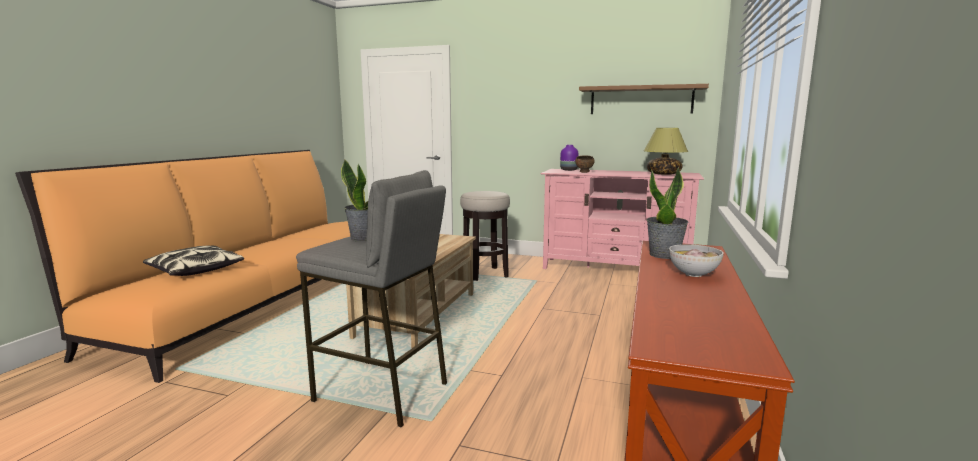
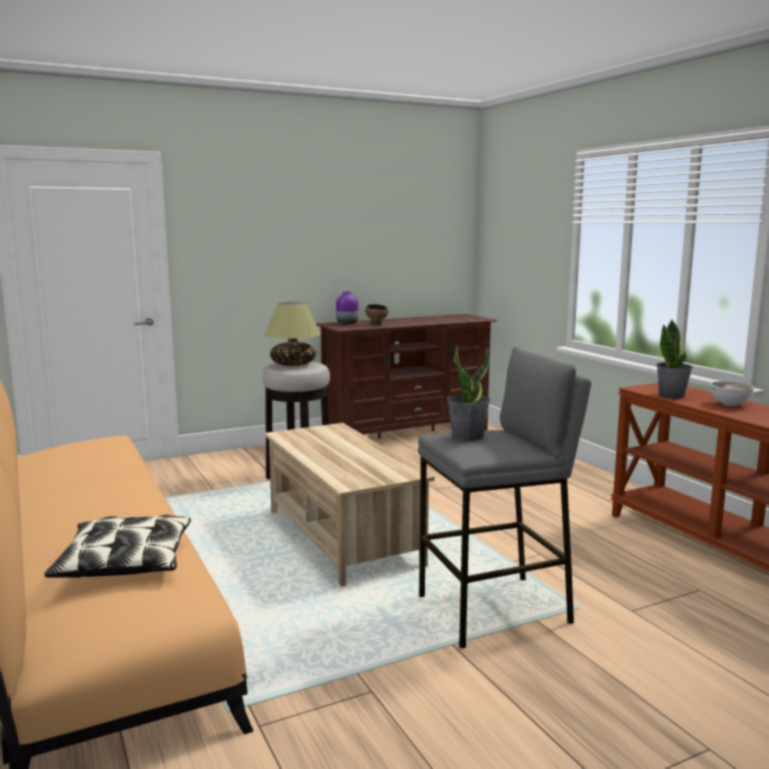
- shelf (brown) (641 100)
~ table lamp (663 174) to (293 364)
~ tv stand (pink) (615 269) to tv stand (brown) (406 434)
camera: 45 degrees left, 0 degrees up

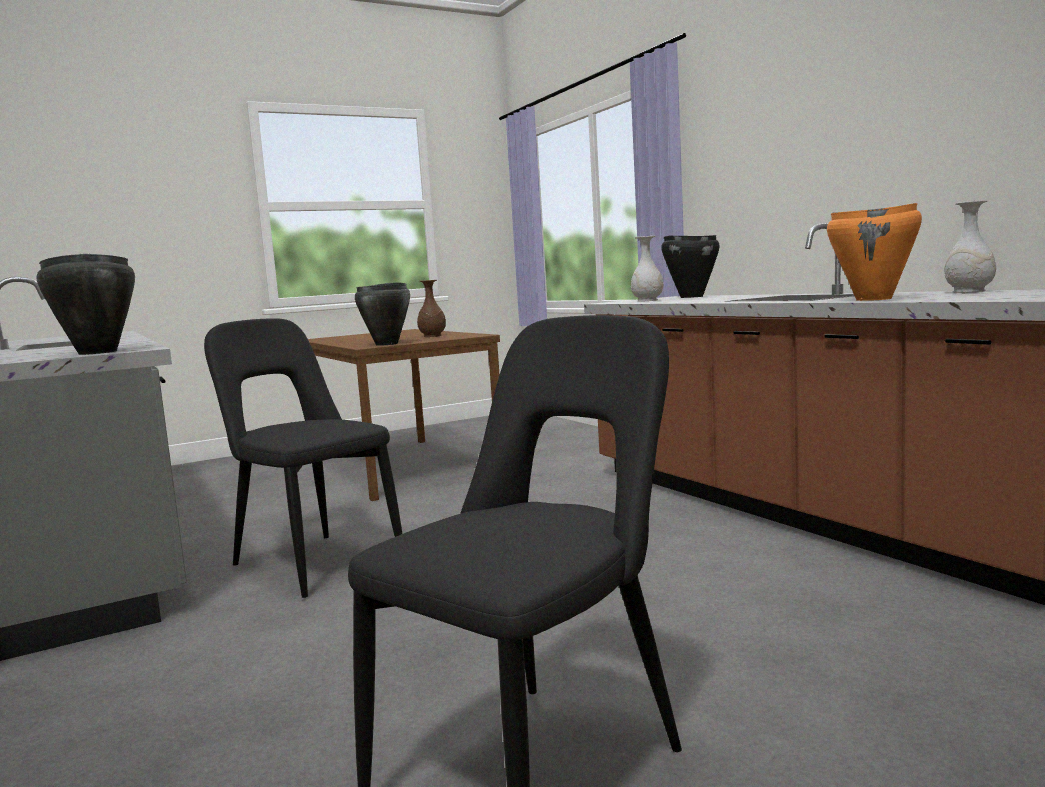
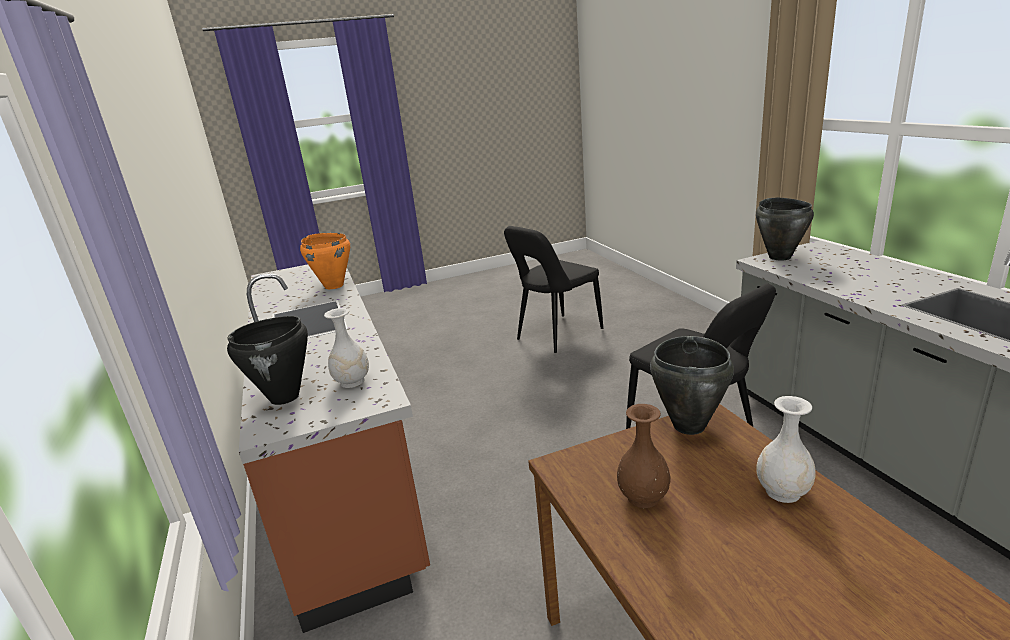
~ vase (white) (969 291) to (783 491)
camera: 170 degrees left, 15 degrees up

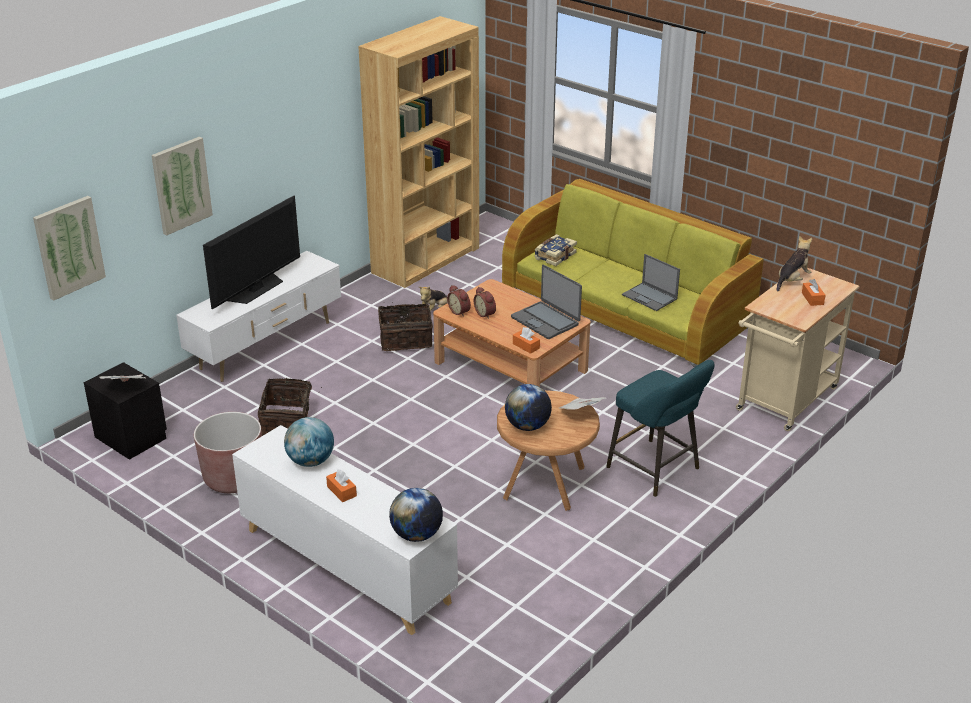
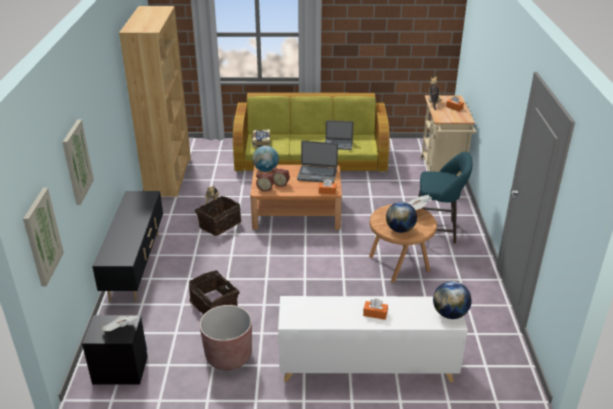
- television (256 289)
~ tv stand (white) (267 346) to tv stand (black) (136 266)
~ globe (310 461) to (266 170)
camera: 40 degrees left, 0 degrees up

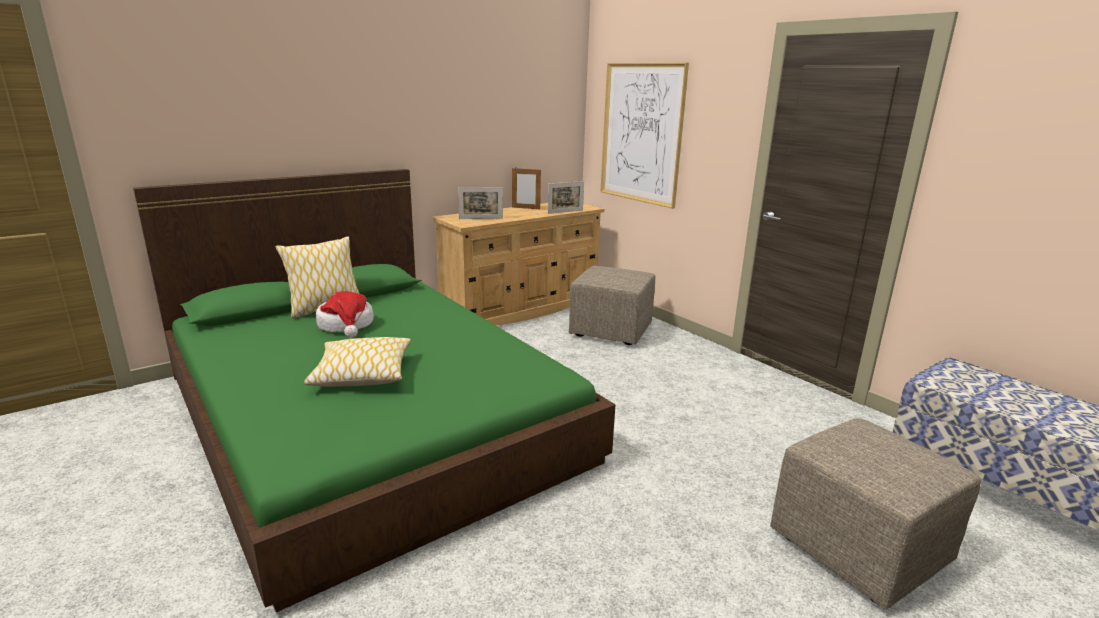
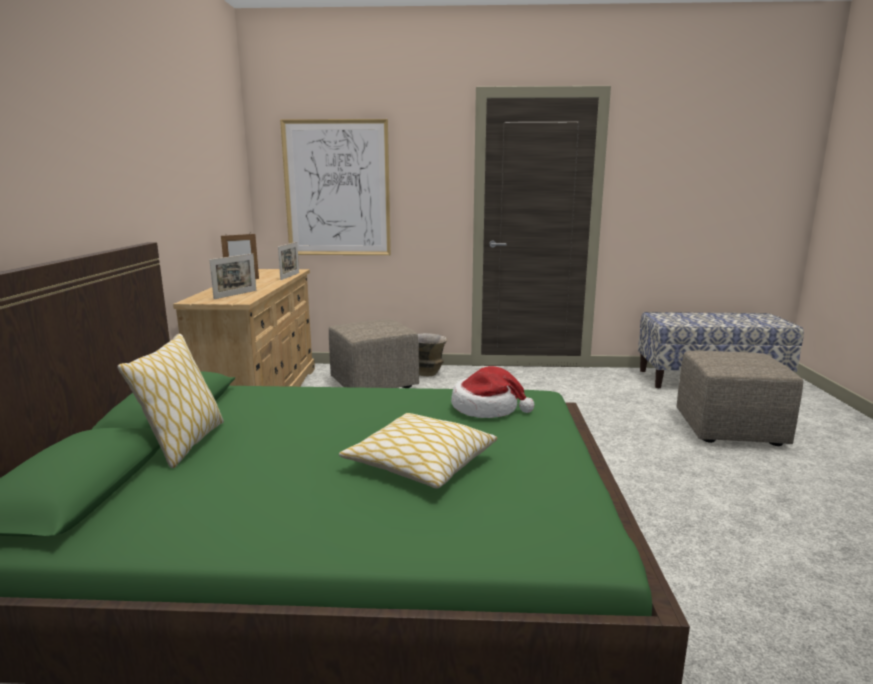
~ hat (346 325) to (487 408)
+ vase (427 373)
camera: 50 degrees left, 5 degrees down

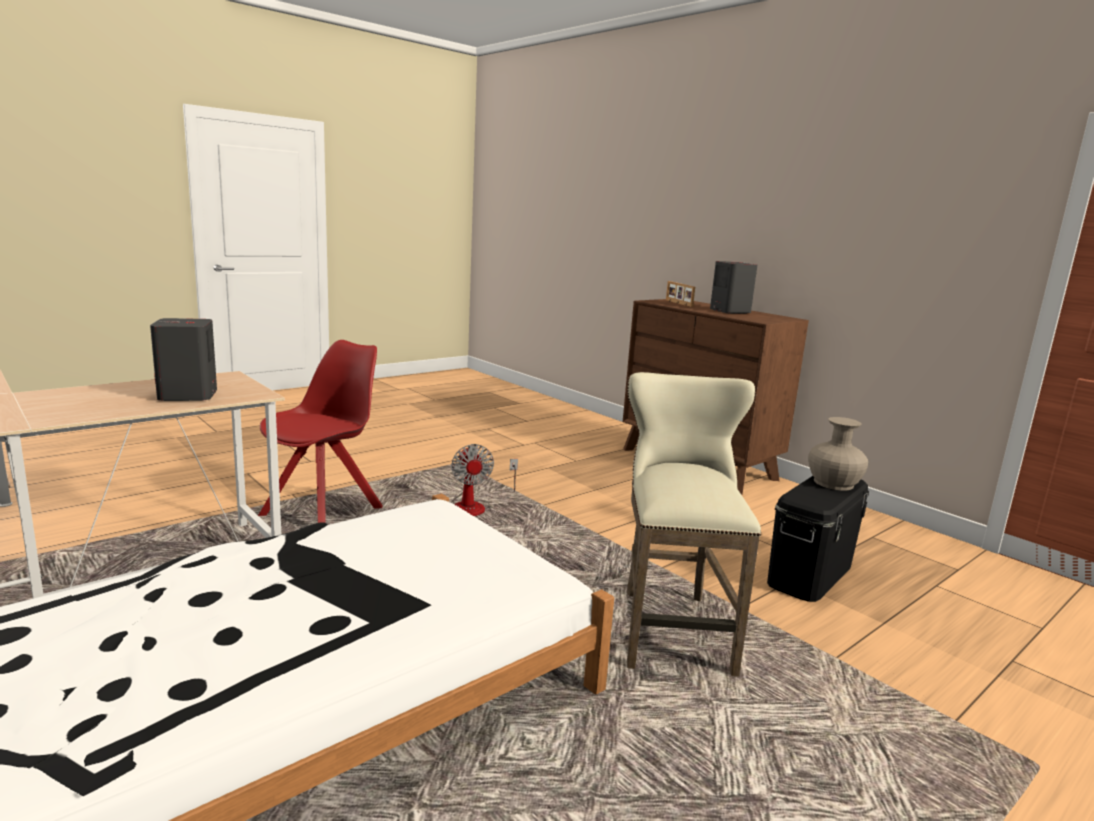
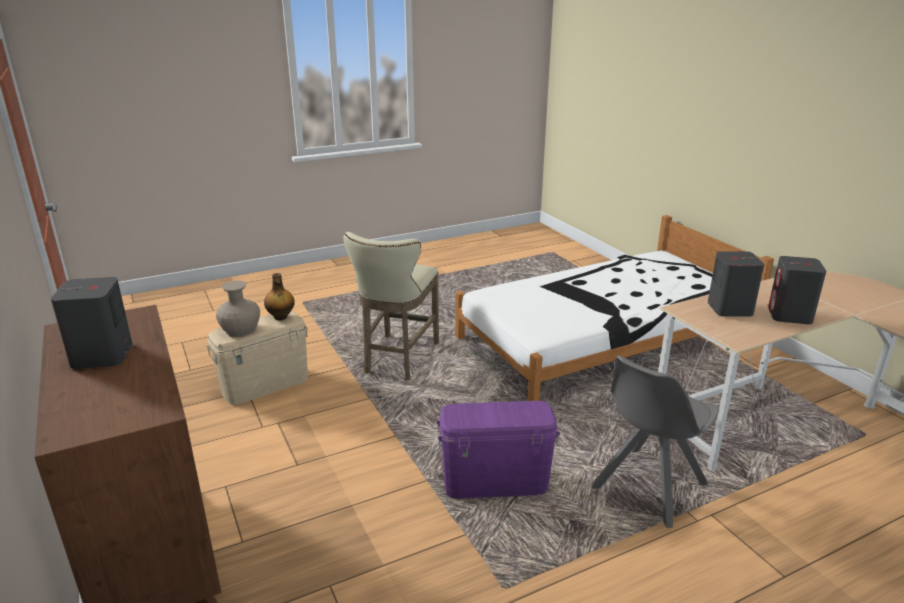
- picture frame (678 303)
~ chair (red) (325 510) to chair (grey) (647 487)
~ fan (476 506) to storage box (purple) (495 482)
~ storage box (black) (810 574) to storage box (beige) (265 384)
+ speaker (grey) (789 316)
+ bottle (280 317)
camera: 165 degrees left, 10 degrees up

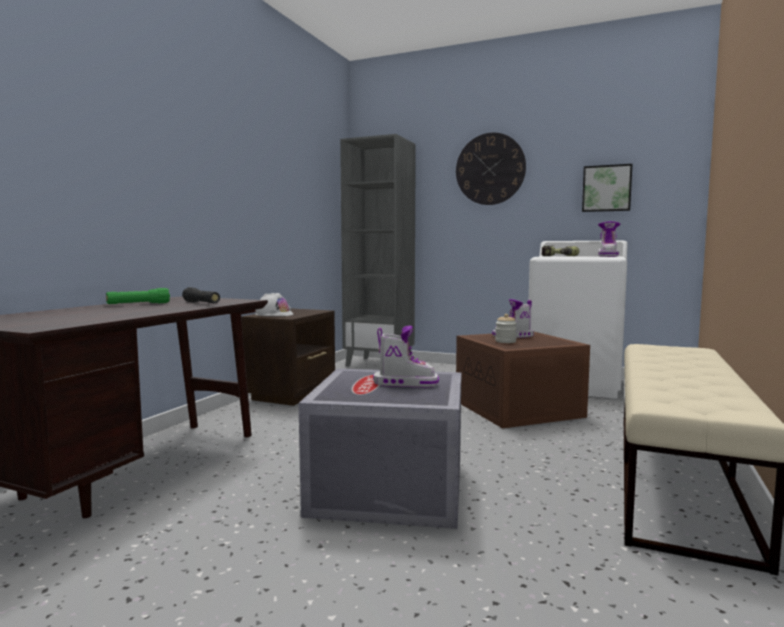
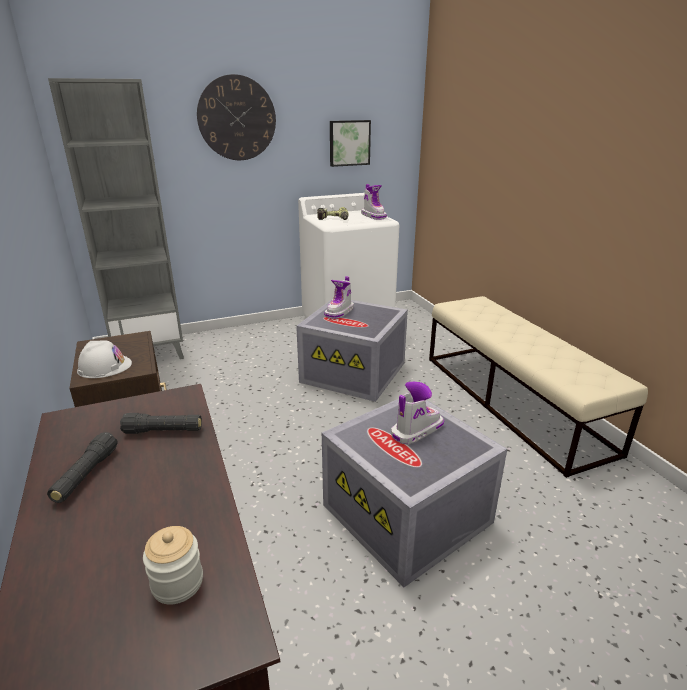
~ flashlight (green) (138 304) to flashlight (black) (86 475)
~ jar (505 341) to (177 583)
~ storage box (brown) (520 409) to storage box (grey) (355 372)
camera: 45 degrees left, 20 degrees up

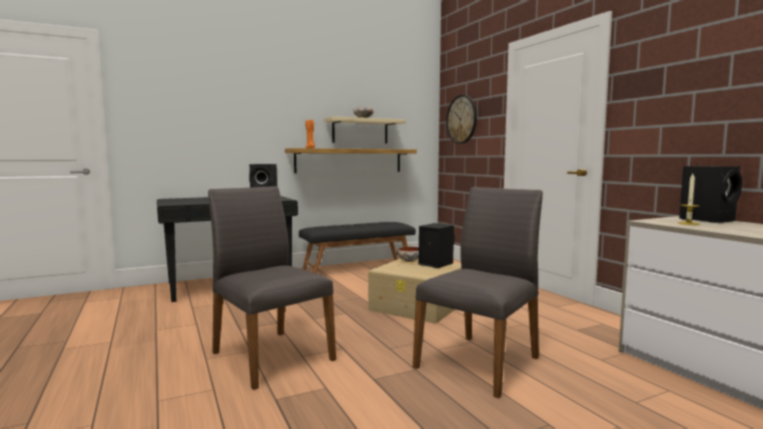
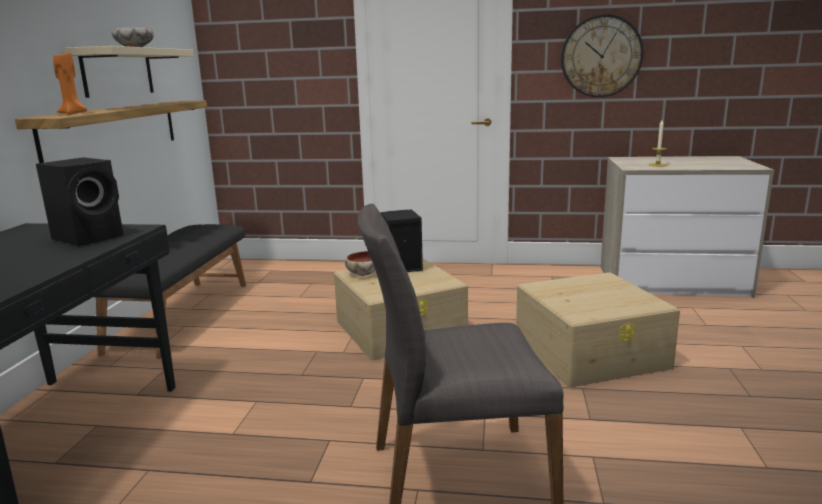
~ wall clock (462 119) to (601 56)
- speaker (black) (708 220)
~ chair (grey) (480 362) to storage box (beige) (591 352)
camera: 55 degrees left, 10 degrees up

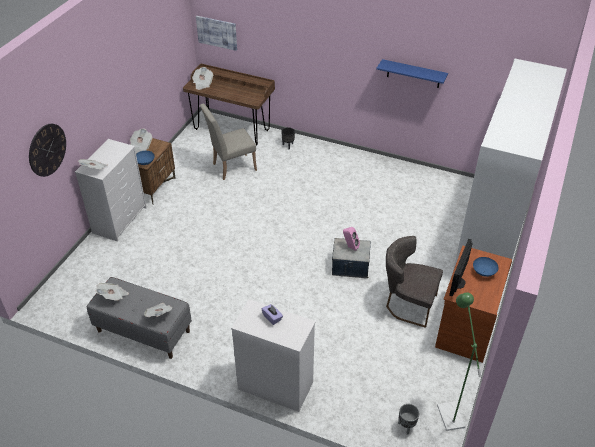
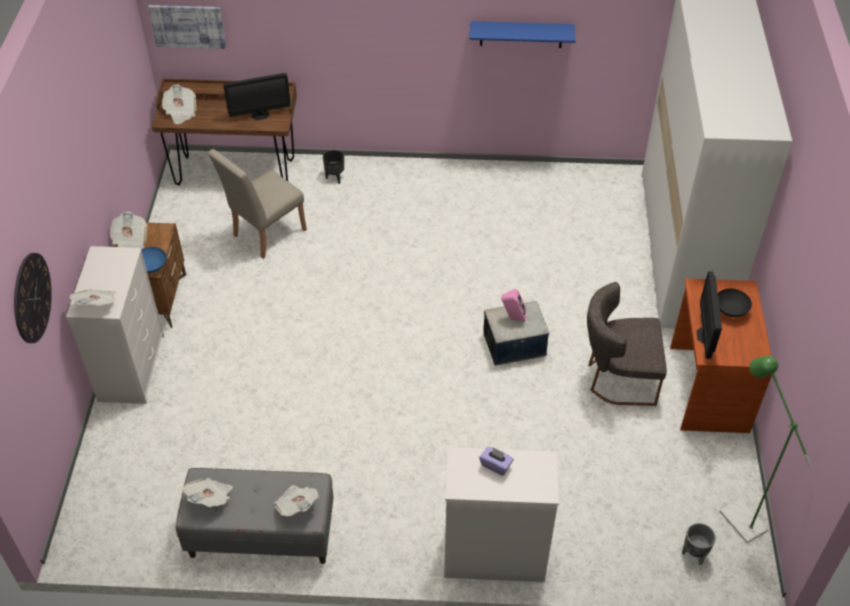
~ bowl (blue) (484 272) to bowl (black) (731 311)
+ monitor (260 115)
camera: 20 degrees left, 5 degrees up

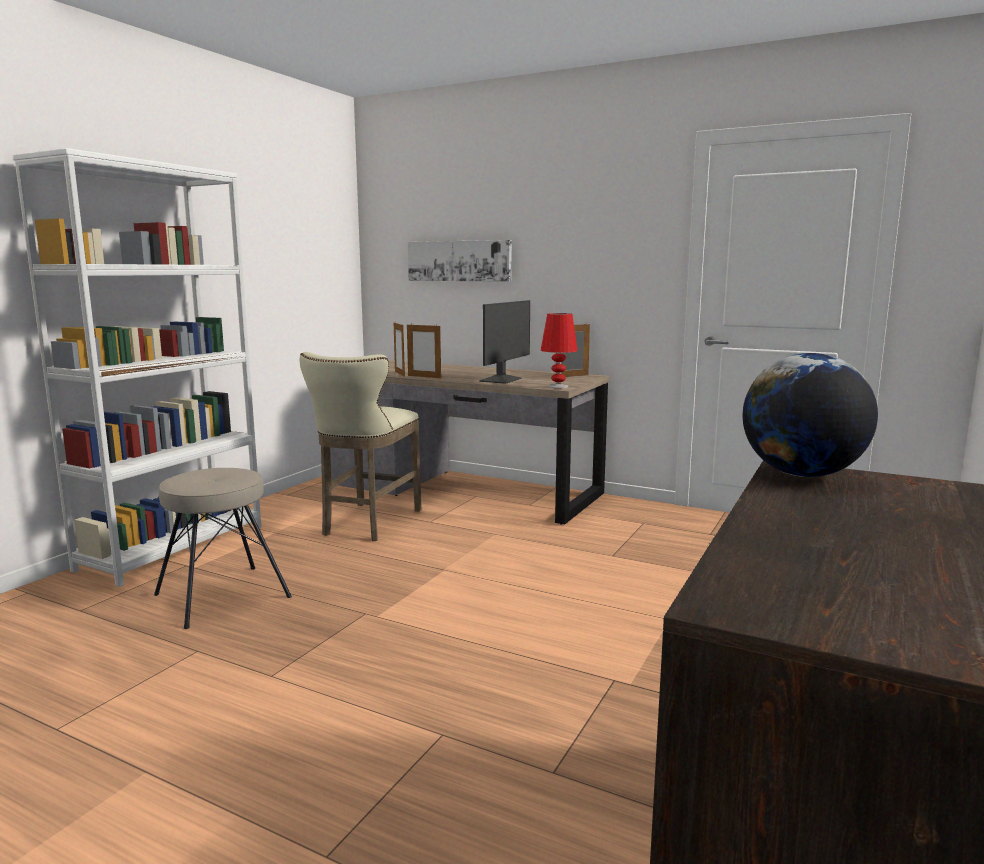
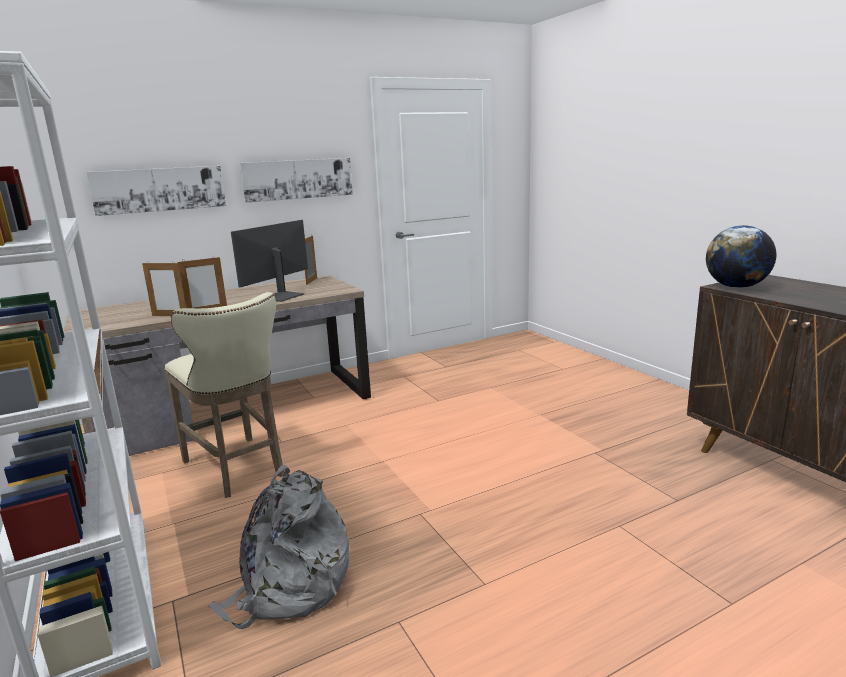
~ monitor (501 380) = (282 296) 120 degrees counterclockwise
- table lamp (red) (558 387)
~ stool (beige) (221 595) to backpack (grey) (289 586)
+ picture (298 179)
camera: 55 degrees left, 5 degrees up

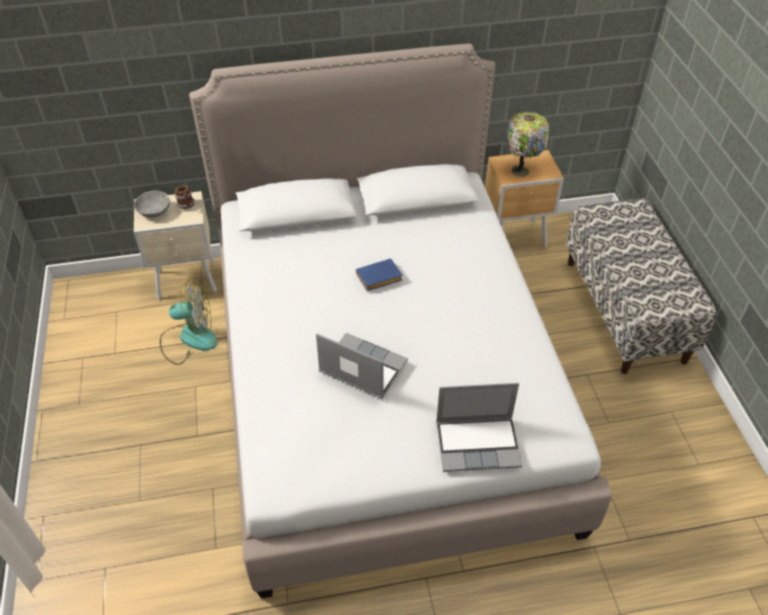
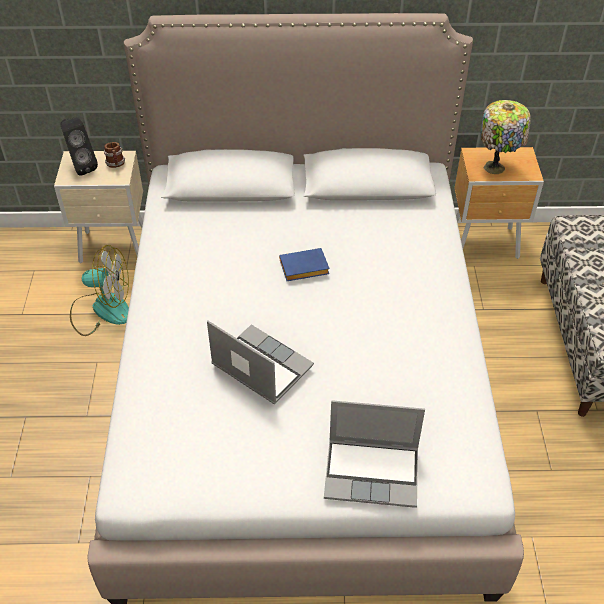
~ bowl (grey) (154 211) to speaker (black) (81 166)
camera: 10 degrees right, 0 degrees up

